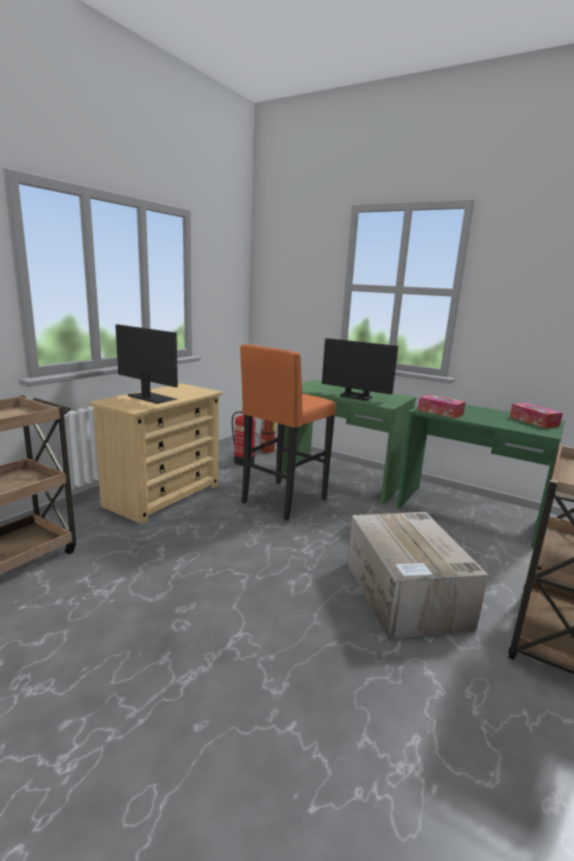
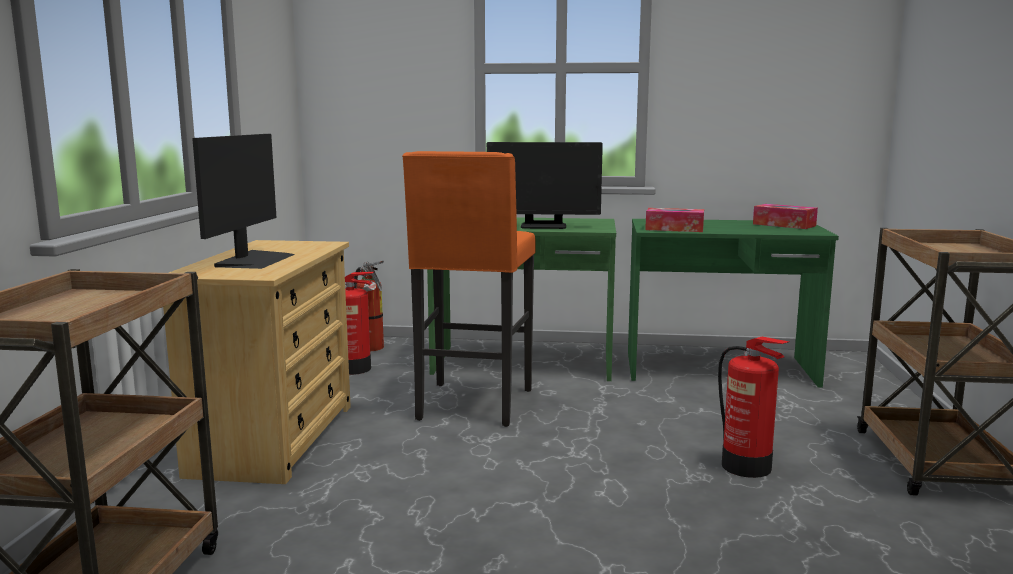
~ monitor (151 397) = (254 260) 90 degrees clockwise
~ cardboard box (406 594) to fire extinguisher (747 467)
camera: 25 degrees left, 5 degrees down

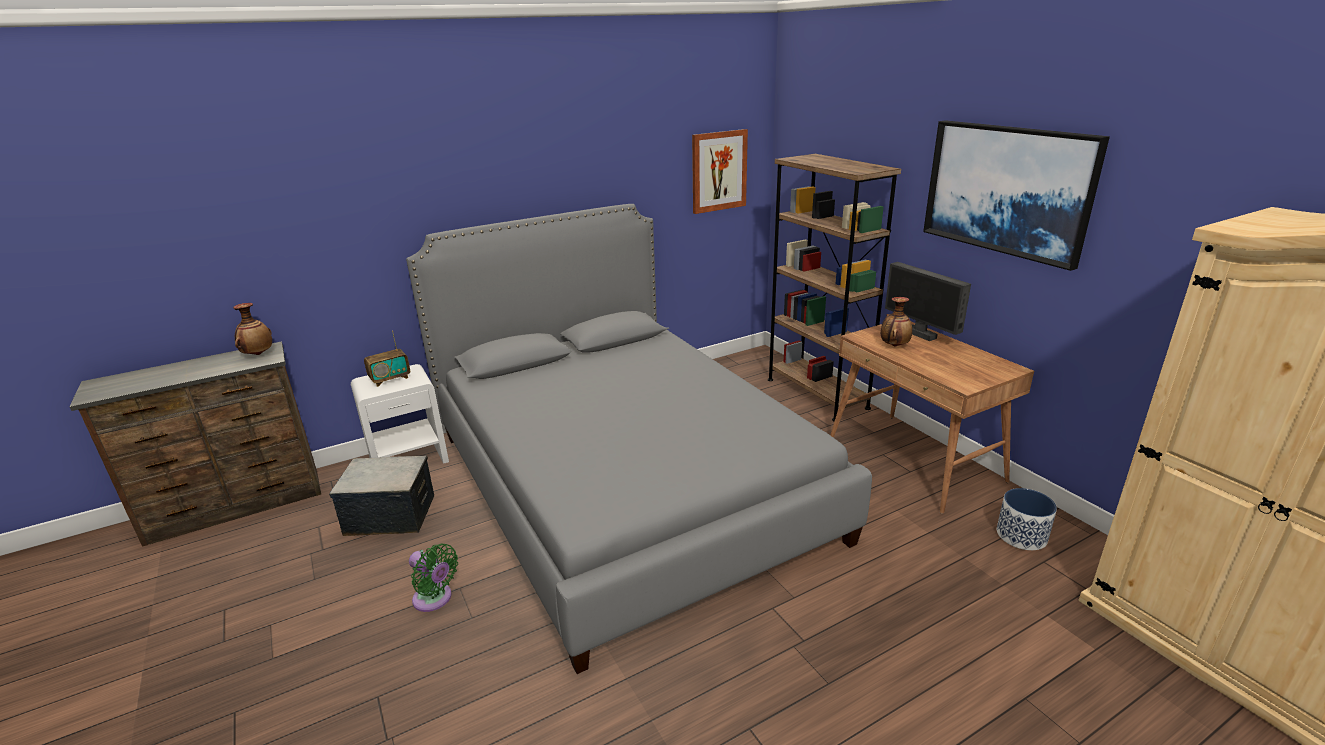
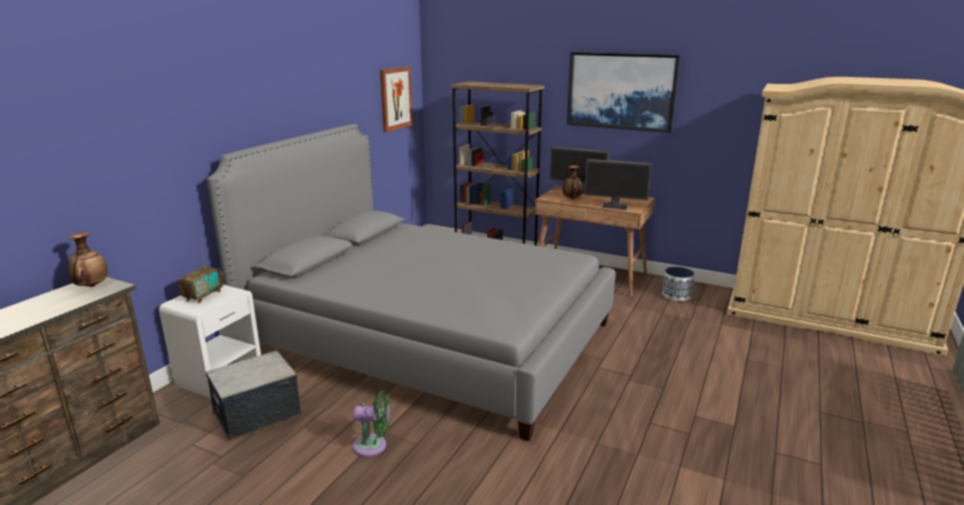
+ monitor (615 207)
camera: 35 degrees left, 5 degrees down

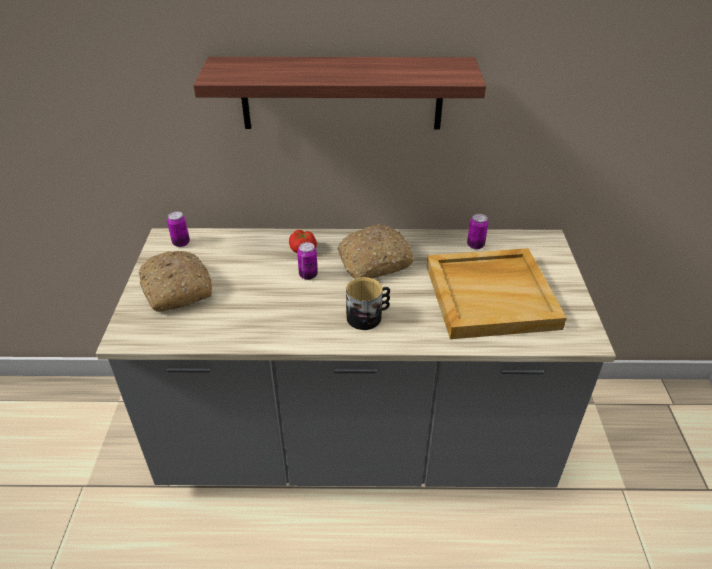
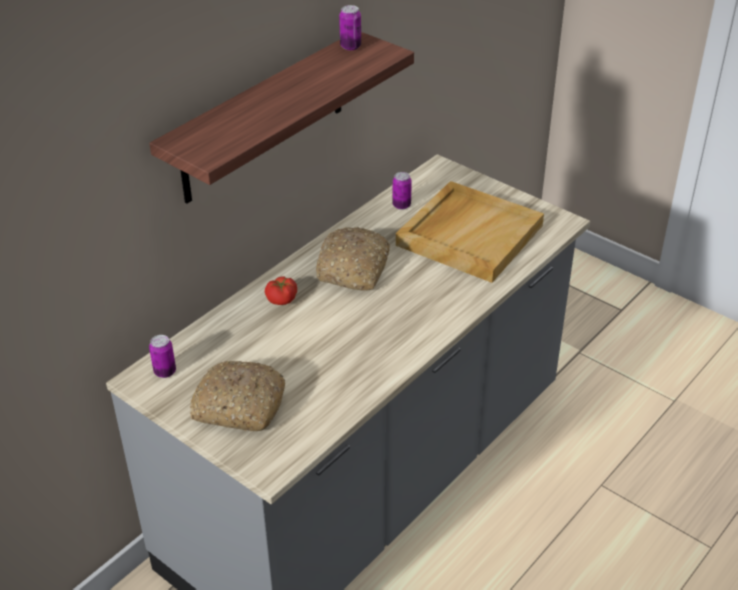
~ can (308 275) to (350 46)
- mug (368 316)
camera: 50 degrees left, 0 degrees up

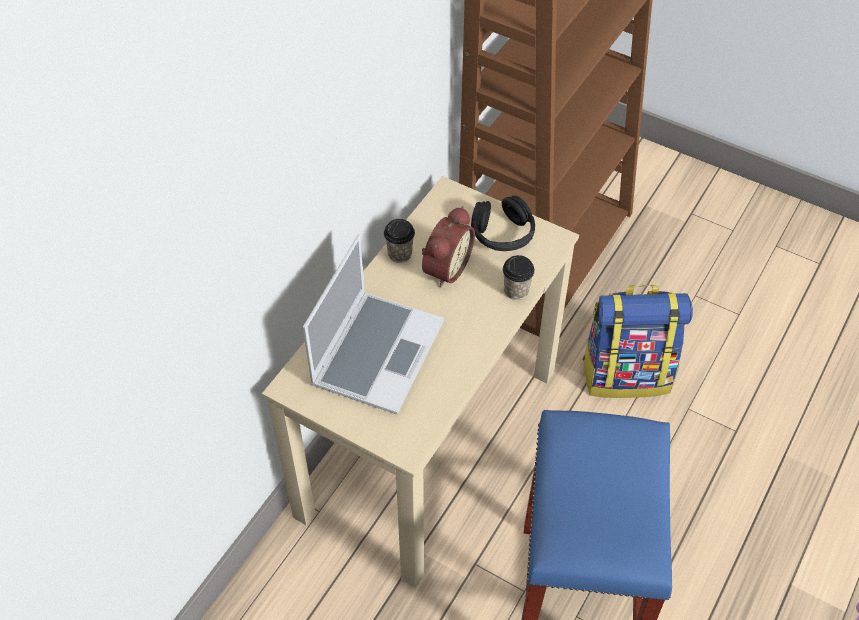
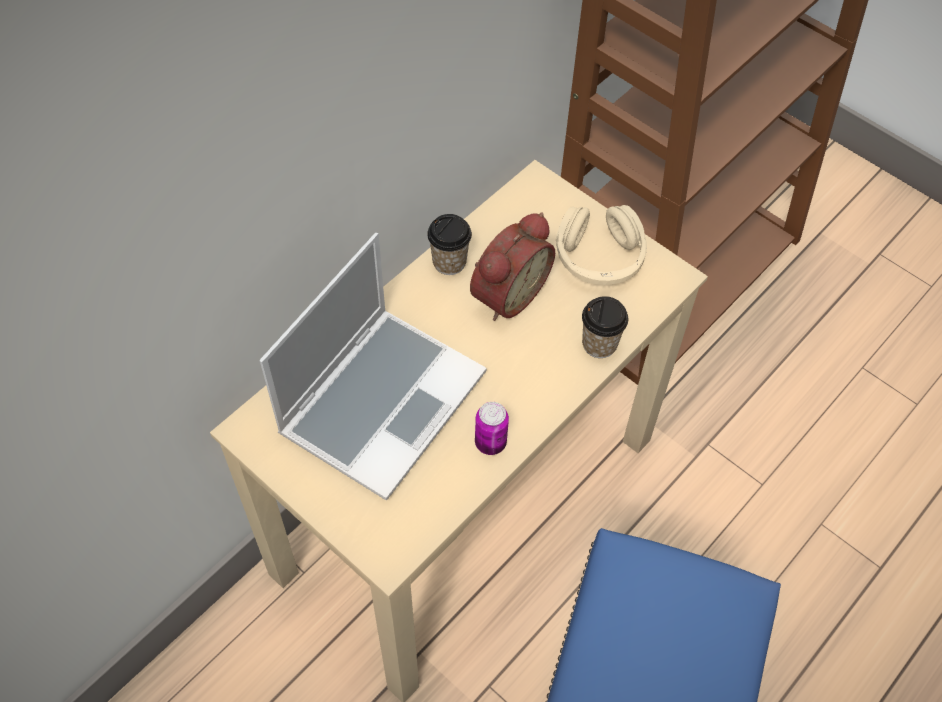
~ headphones (black) (502 234) to headphones (beige) (599 257)
- backpack (626 374)
+ can (490 443)
camera: 10 degrees right, 5 degrees up

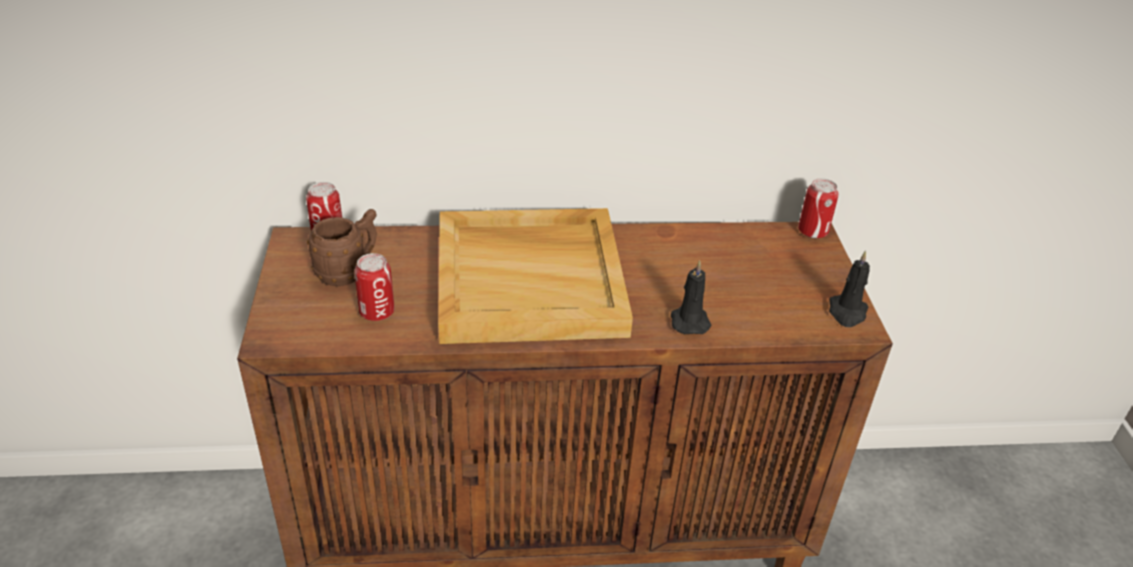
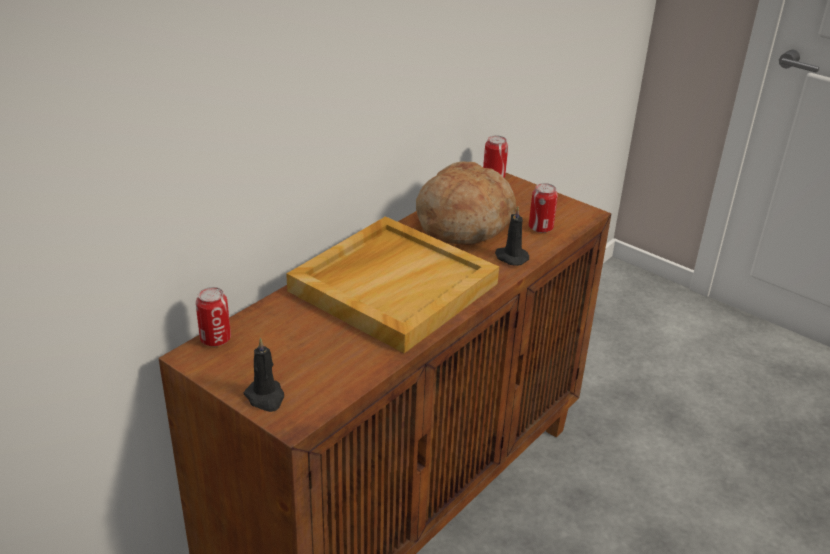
- mug (brown) (348 272)
~ candle (black) (847 312) to (265 397)
~ can (377 312) to (540 228)
+ bread (463 221)
camera: 45 degrees left, 5 degrees down

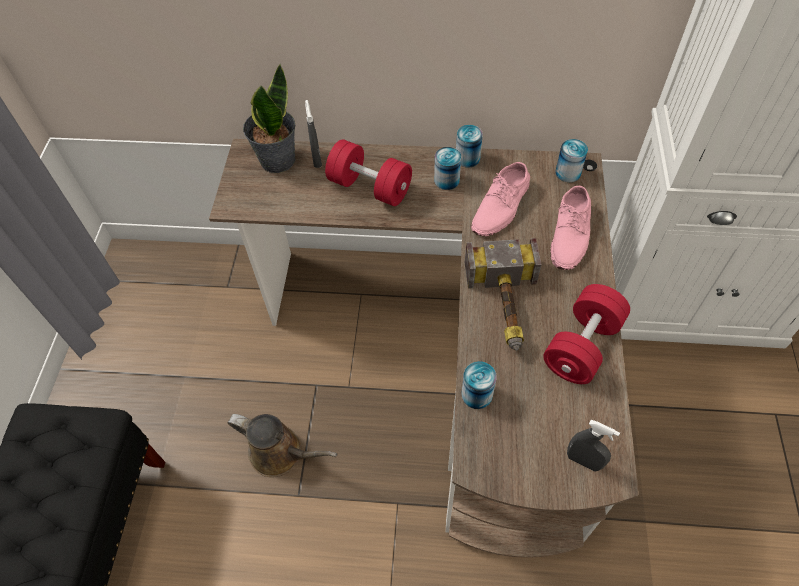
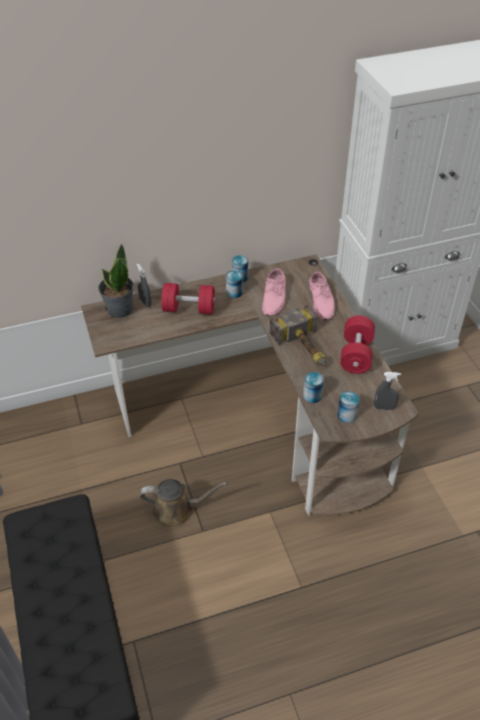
~ can (568 172) to (346 415)
camera: 25 degrees left, 10 degrees down

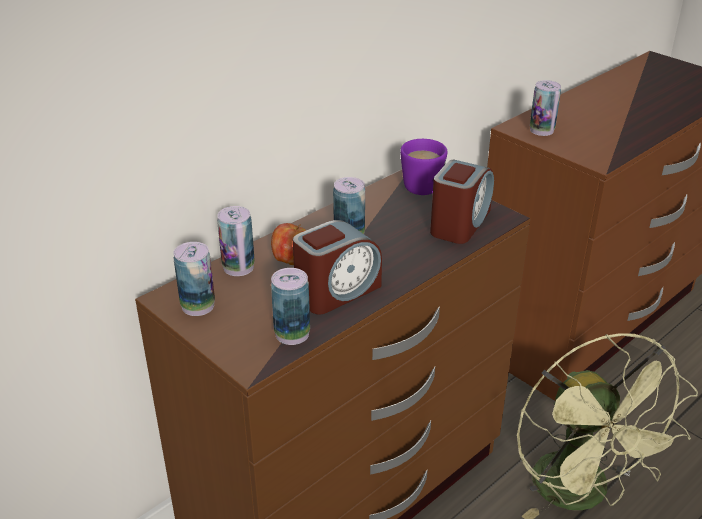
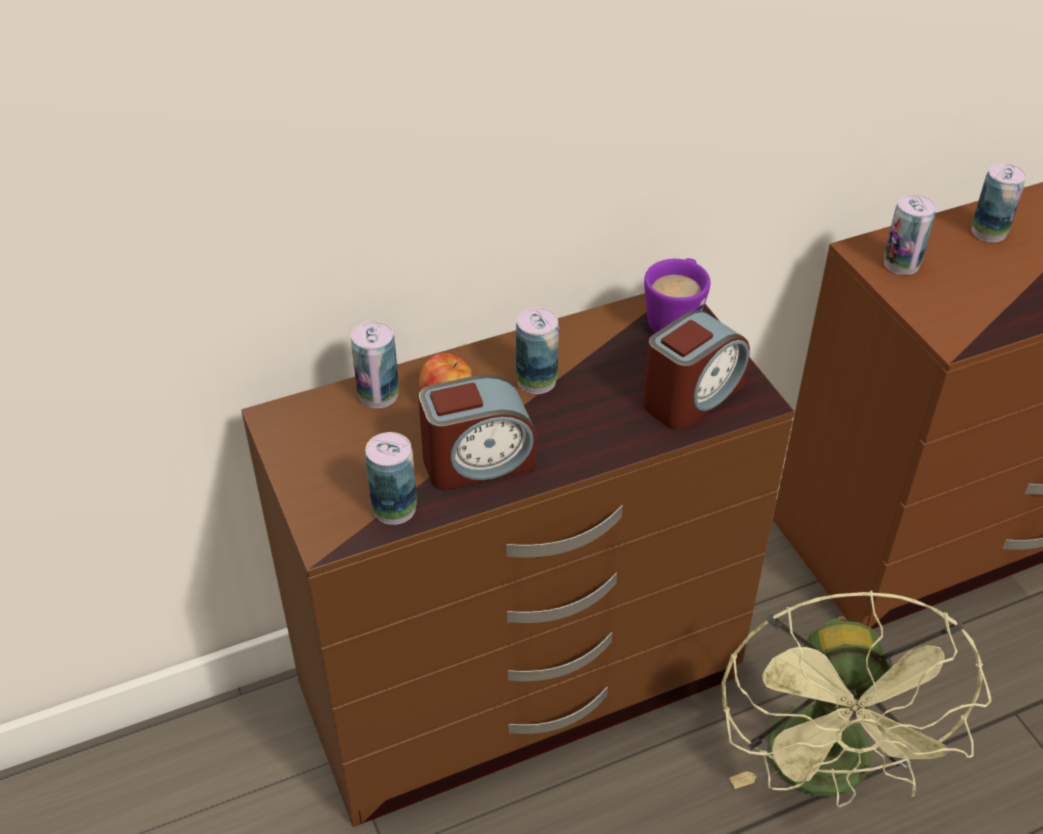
~ can (198 306) to (989 231)
camera: 20 degrees right, 10 degrees up

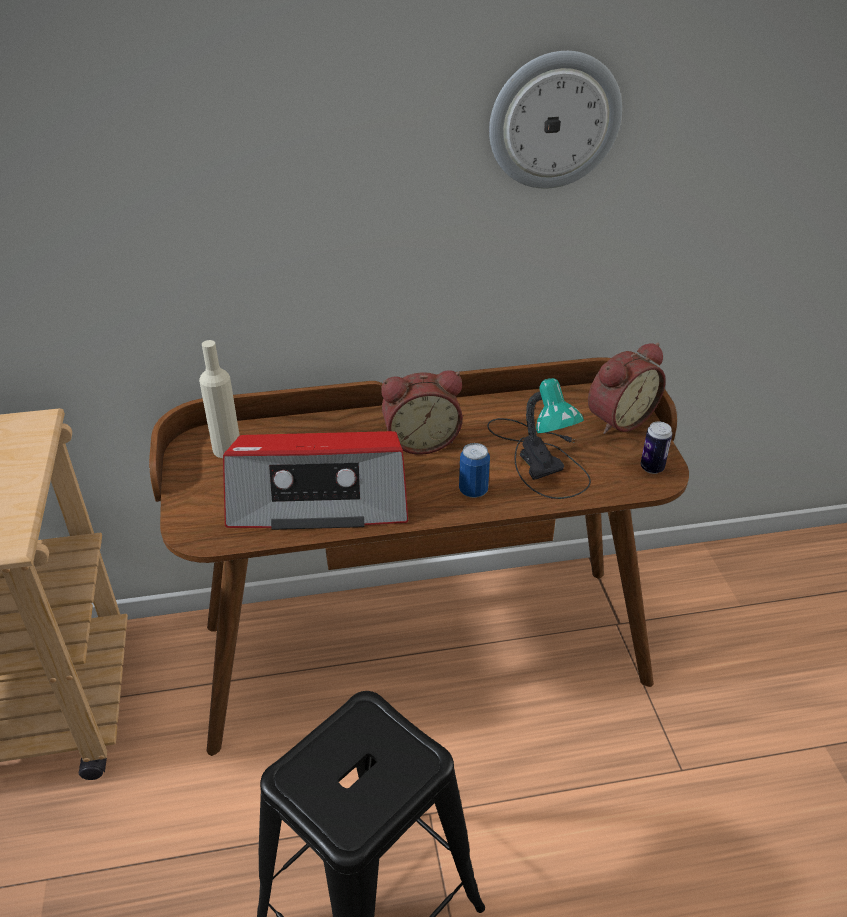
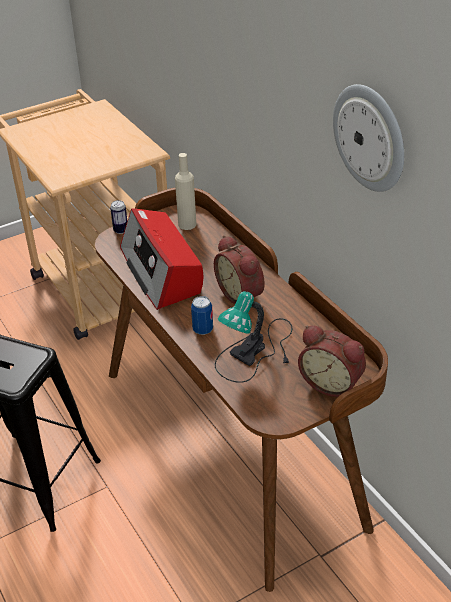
~ can (652 468) to (120 230)
camera: 70 degrees right, 0 degrees up

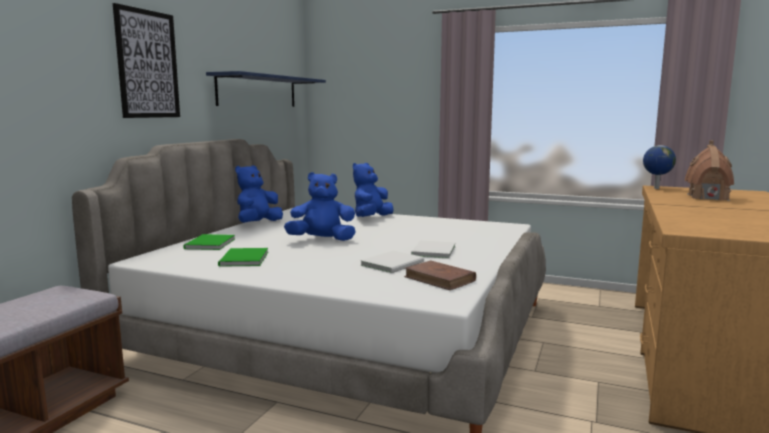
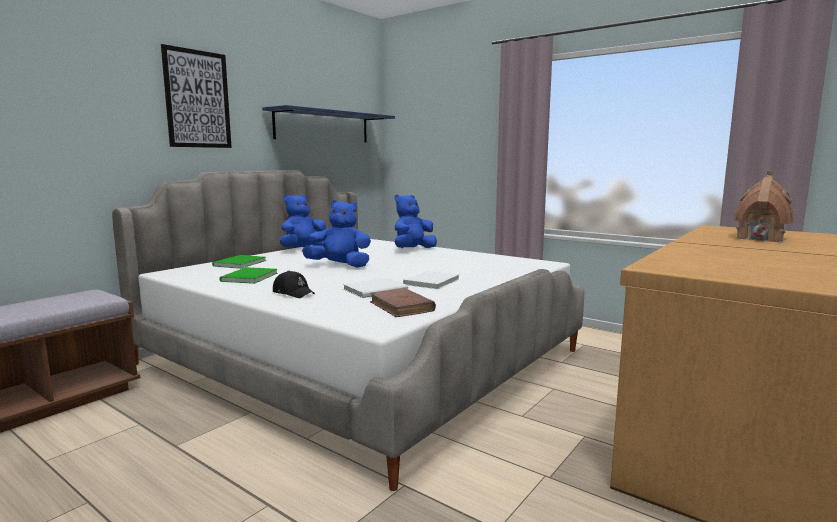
- globe (656 188)
+ cap (black) (293 293)
camera: 15 degrees right, 0 degrees up

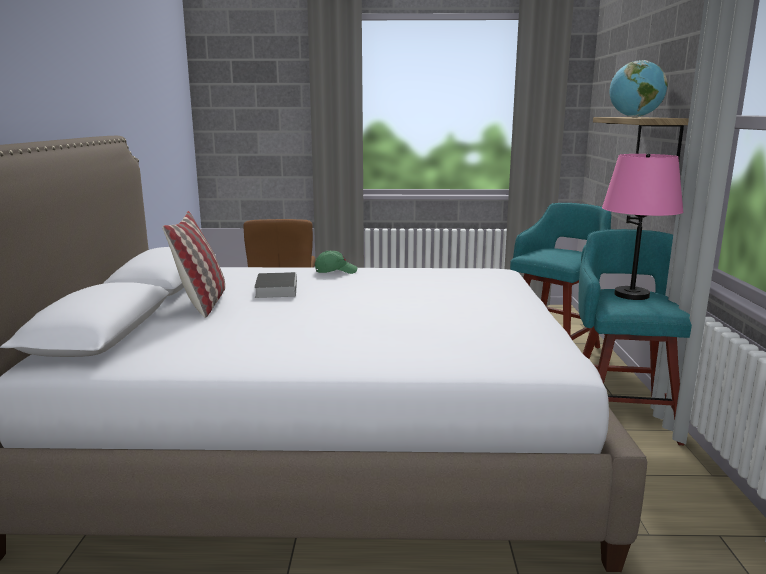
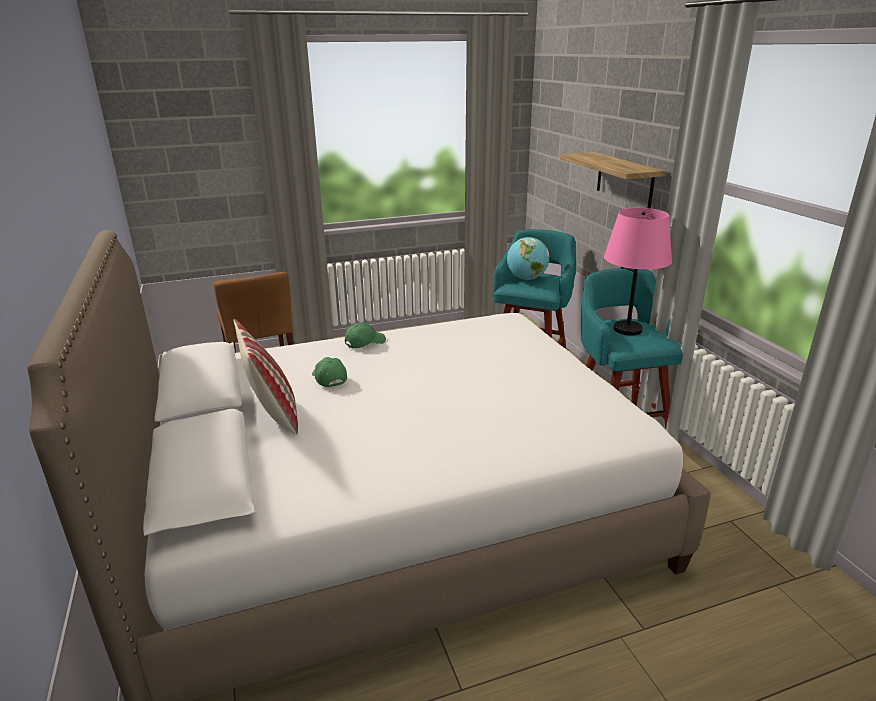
~ globe (634 117) to (526 279)
~ book (276 288) to cap (green) (328 378)
camera: 20 degrees left, 10 degrees up

